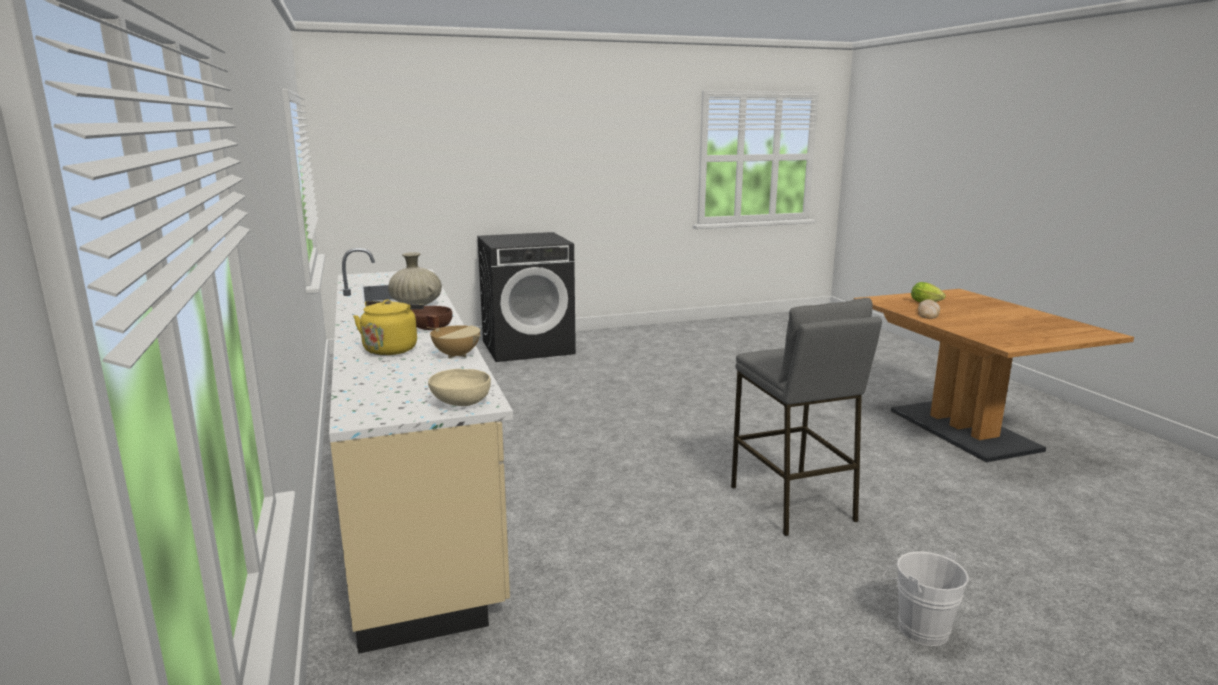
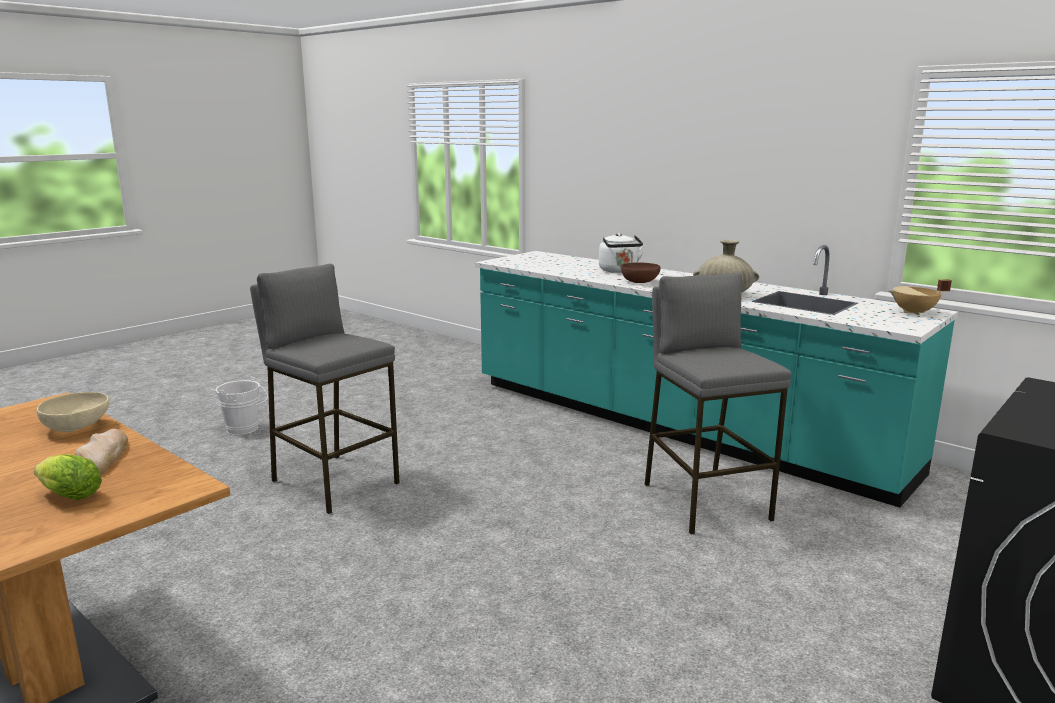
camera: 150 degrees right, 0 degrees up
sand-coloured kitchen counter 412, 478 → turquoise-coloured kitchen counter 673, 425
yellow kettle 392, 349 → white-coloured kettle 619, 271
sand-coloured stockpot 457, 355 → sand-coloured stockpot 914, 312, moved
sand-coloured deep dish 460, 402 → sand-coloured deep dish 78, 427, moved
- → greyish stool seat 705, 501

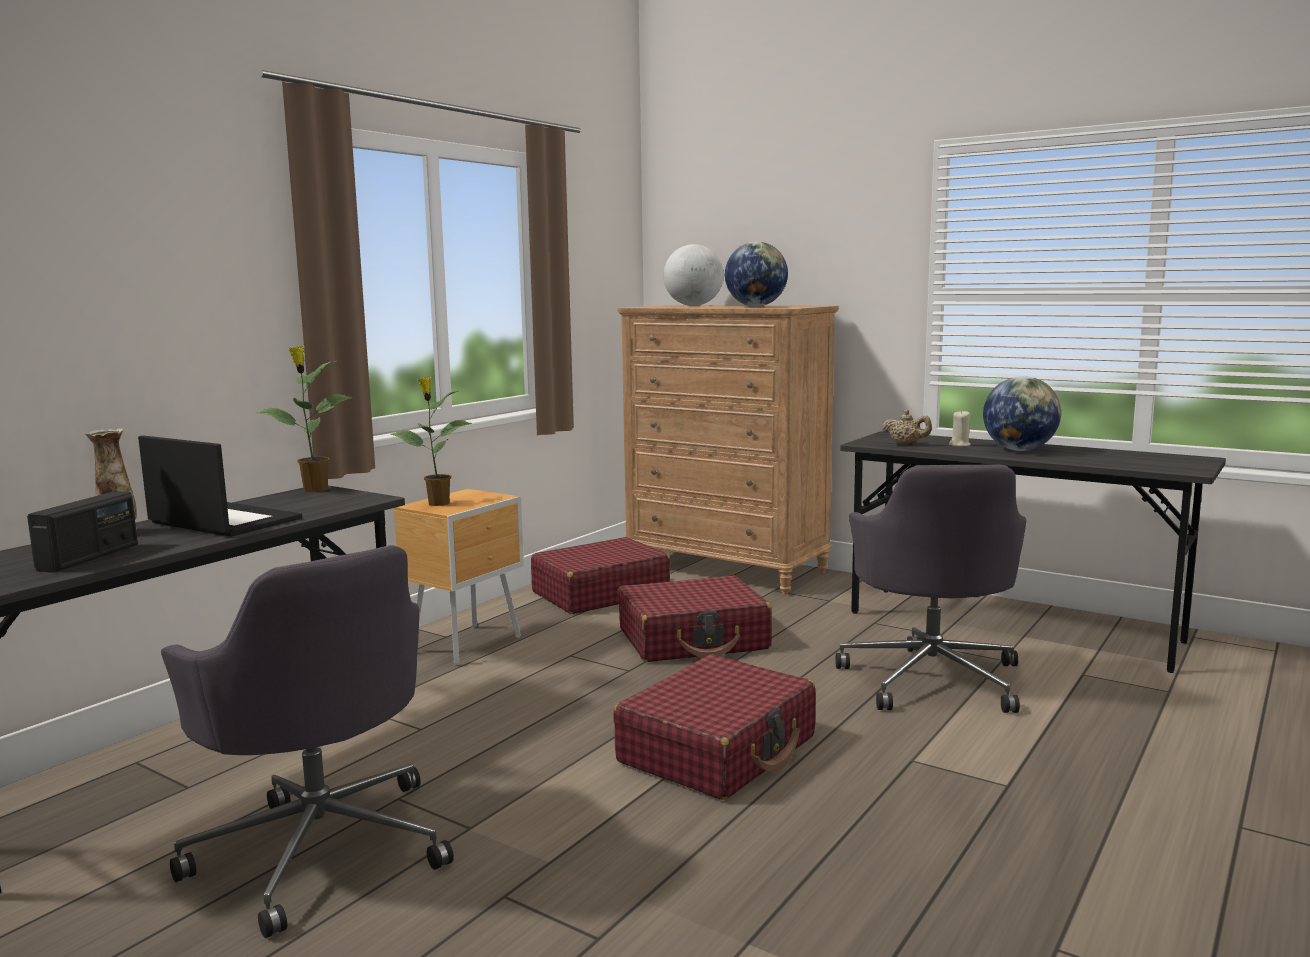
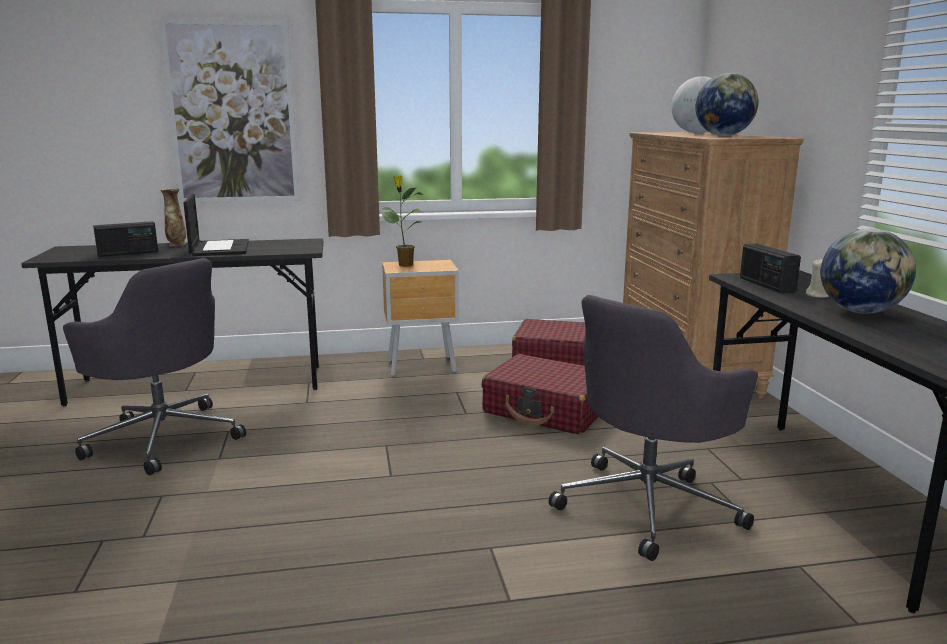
camera: 45 degrees right, 5 degrees up
greyish office chair 321, 846 → greyish office chair 163, 437, 60 degrees counterclockwise
houseplant 314, 490 → -
red-coloured travel case 718, 750 → -
sand-coloured pot for tea 906, 445 → radio set 766, 285
- → wall picture 232, 113

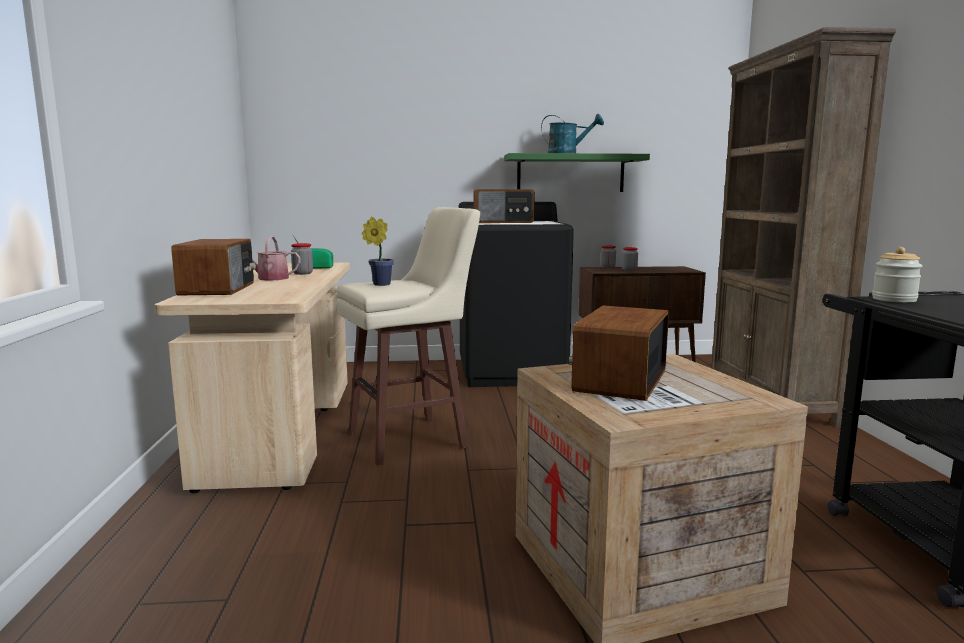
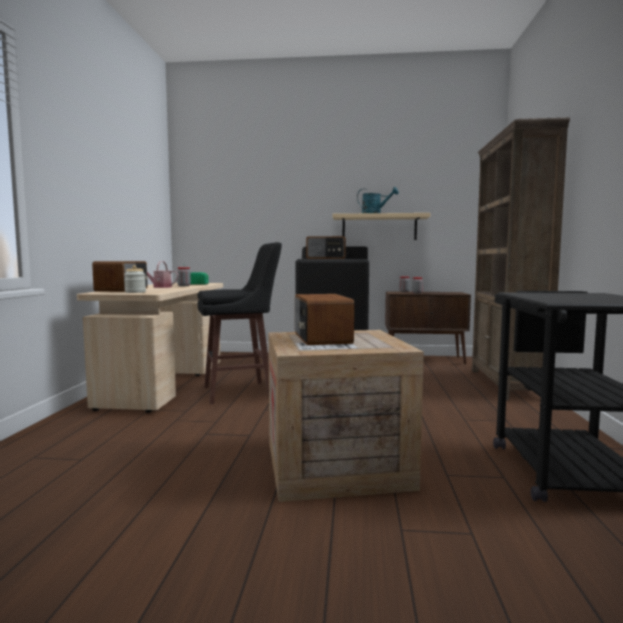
camera: 10 degrees right, 5 degrees down
sand-coloured stool seat 411, 439 → black-coloured stool seat 240, 393
houseplant 379, 284 → -
green-coloured wall shelf 570, 173 → sand-coloured wall shelf 379, 227
radio set 618, 381 → radio set 321, 338, 45 degrees counterclockwise
jar 894, 299 → jar 135, 292, moved

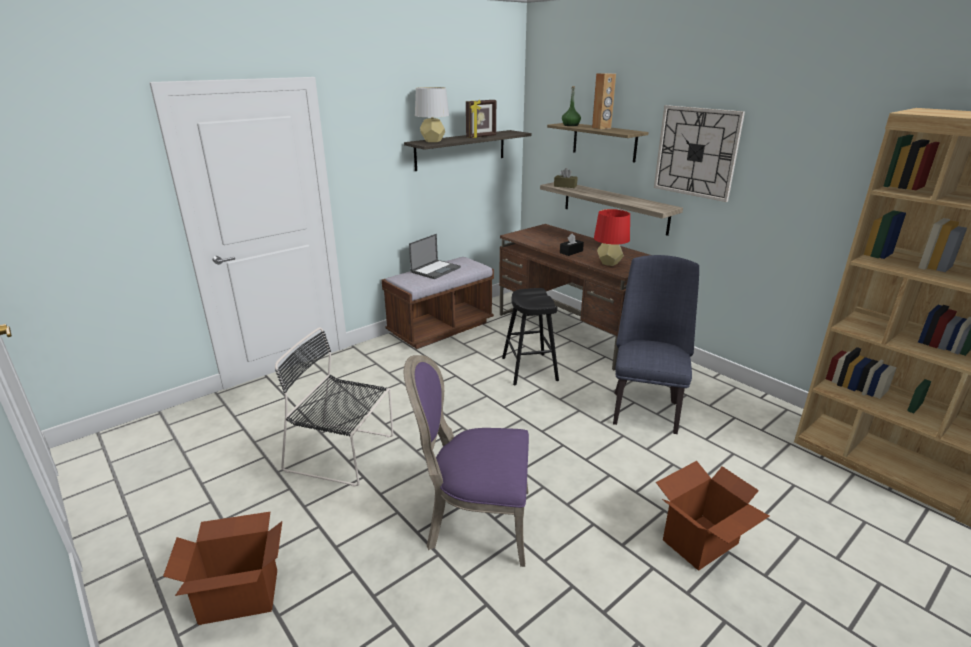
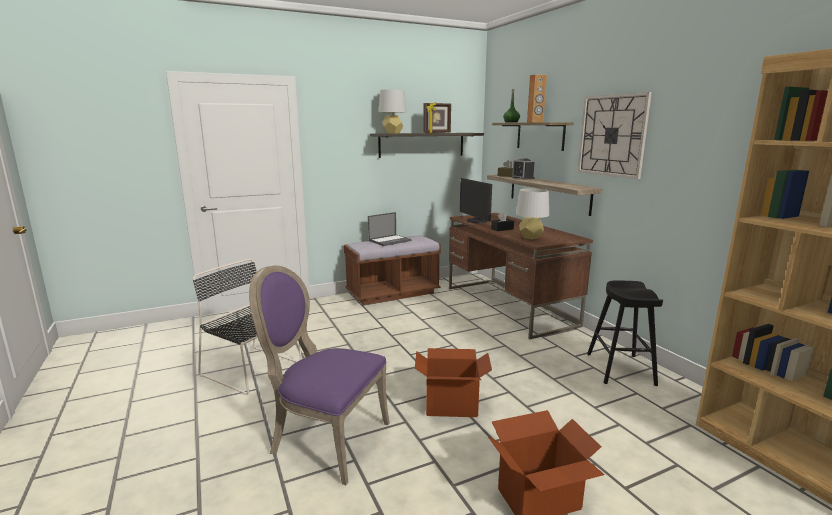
camera: 15 degrees right, 10 degrees down
carton 239, 596 → carton 451, 405, moved
black-coloured stool seat 529, 369 → black-coloured stool seat 620, 369, moved
red-coloured tabletop lamp 609, 263 → greyish tabletop lamp 530, 237
blue-coloured chair 645, 408 → -
- → monitor 476, 221
- → bedside clock 522, 178

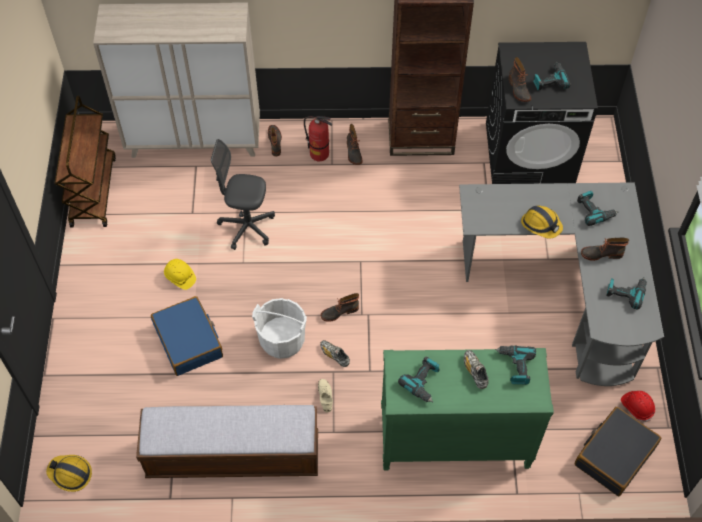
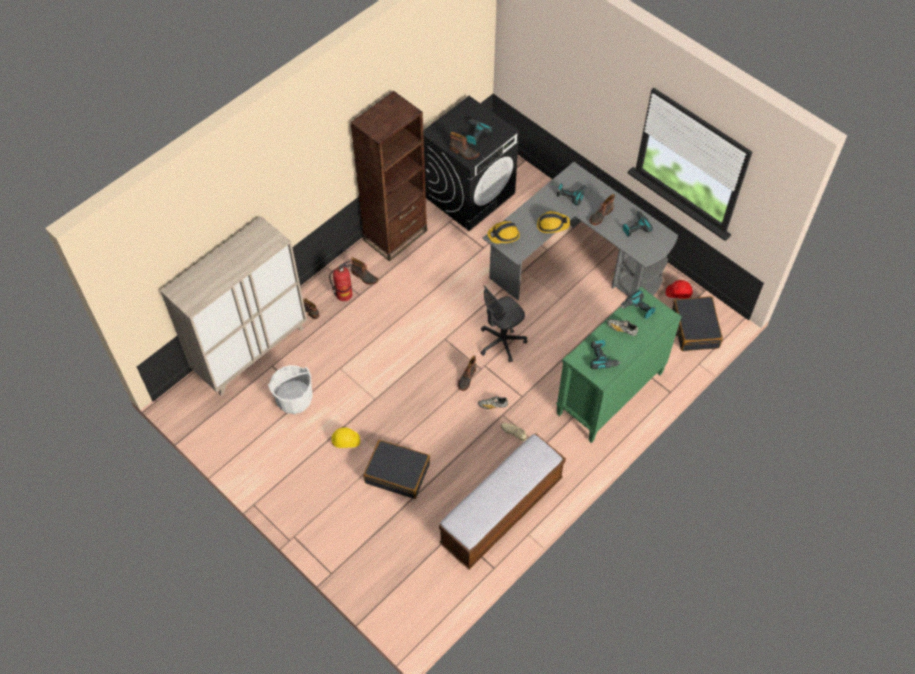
camera: 45 degrees left, 0 degrees up
safety helmet 70, 474 → safety helmet 504, 235, moved
brownish wheeled cart 93, 191 → -
blue-coloured travel case 189, 341 → black-coloured travel case 397, 473
greyish office chair 247, 227 → greyish office chair 501, 342, moved
white-coloured water bucket 282, 340 → white-coloured water bucket 294, 399, moved

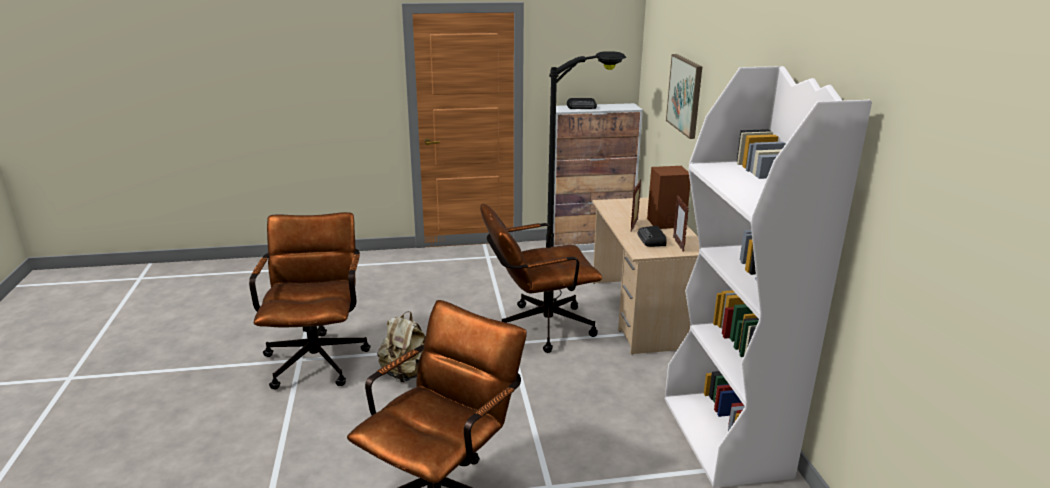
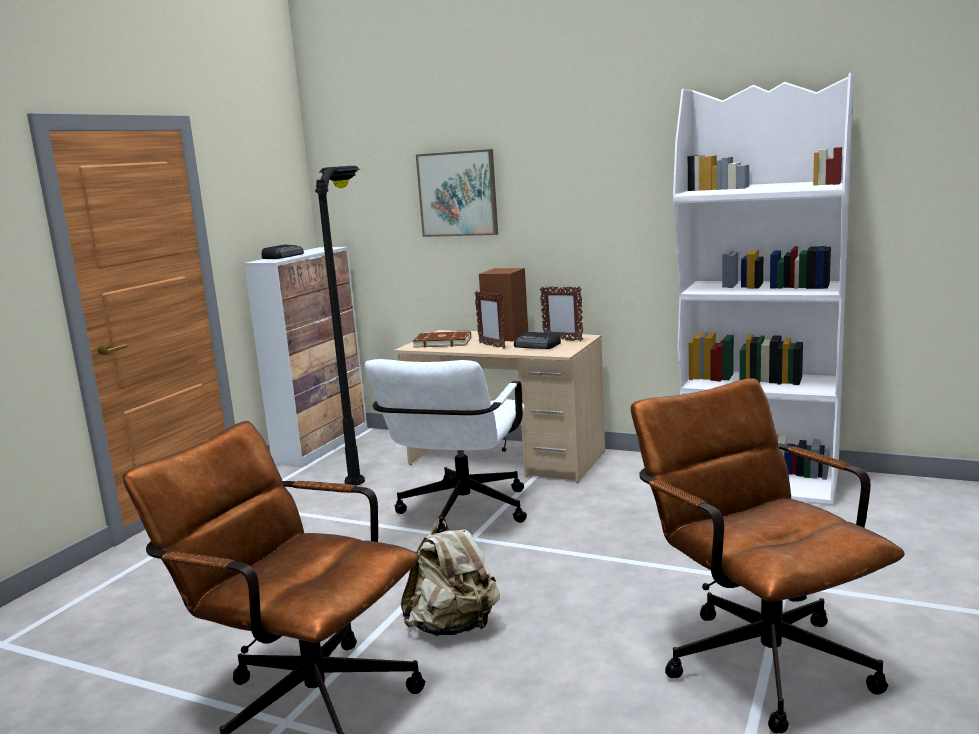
camera: 55 degrees left, 10 degrees down
brownish office chair 538, 327 → white-coloured office chair 460, 515
- → brownish volume 442, 342

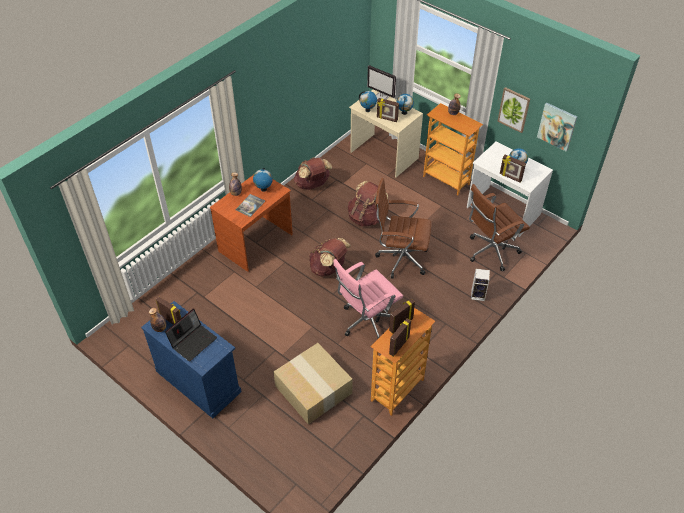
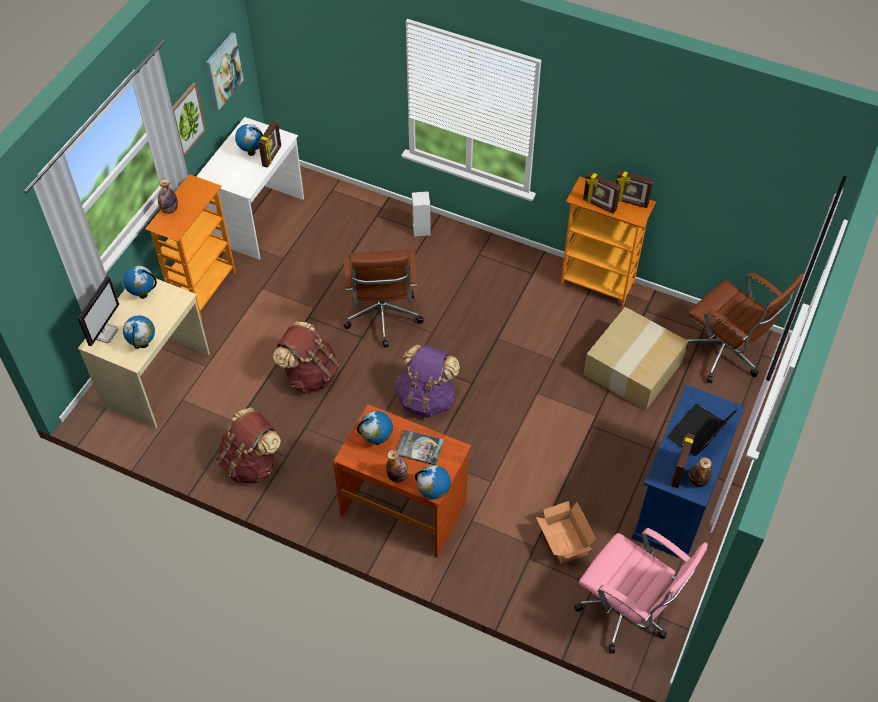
camera: 105 degrees left, 5 degrees up
notebook computer 193, 341 → notebook computer 699, 433, 75 degrees counterclockwise
brownish rucksack 328, 268 → purple rucksack 426, 398
pinkish office chair 366, 322 → pinkish office chair 627, 613, moved
photo frame 387, 119 → -
brownish office chair 490, 252 → brownish office chair 725, 355, moved
- → globe 433, 494
- → carton 563, 542

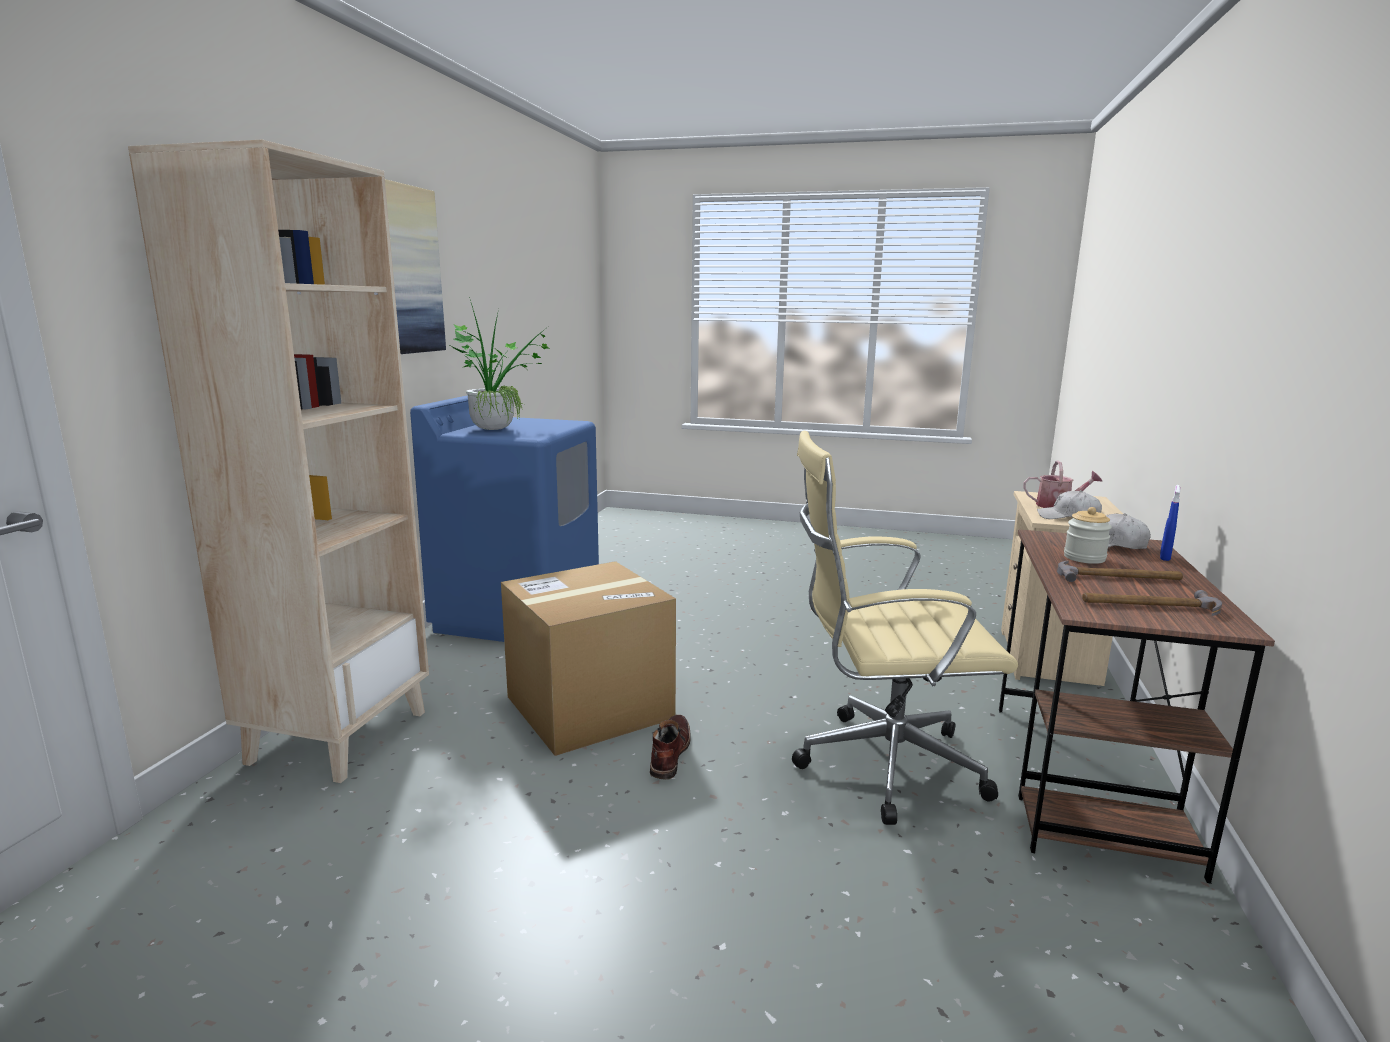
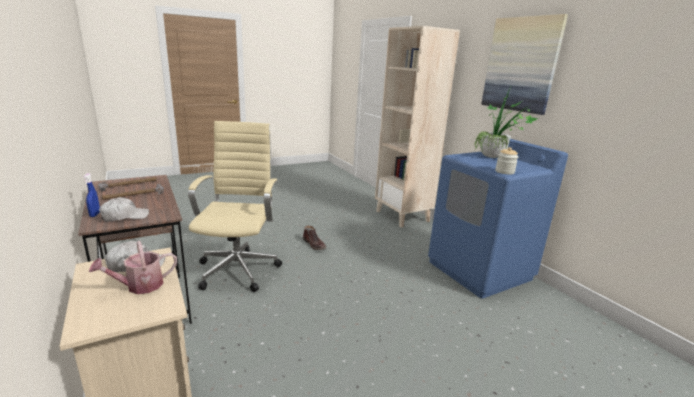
camera: 135 degrees right, 5 degrees up
carton 589, 707 → -
sand-coloured office chair 881, 765 → sand-coloured office chair 239, 268, 45 degrees counterclockwise
jar 1084, 558 → jar 504, 172, moved

